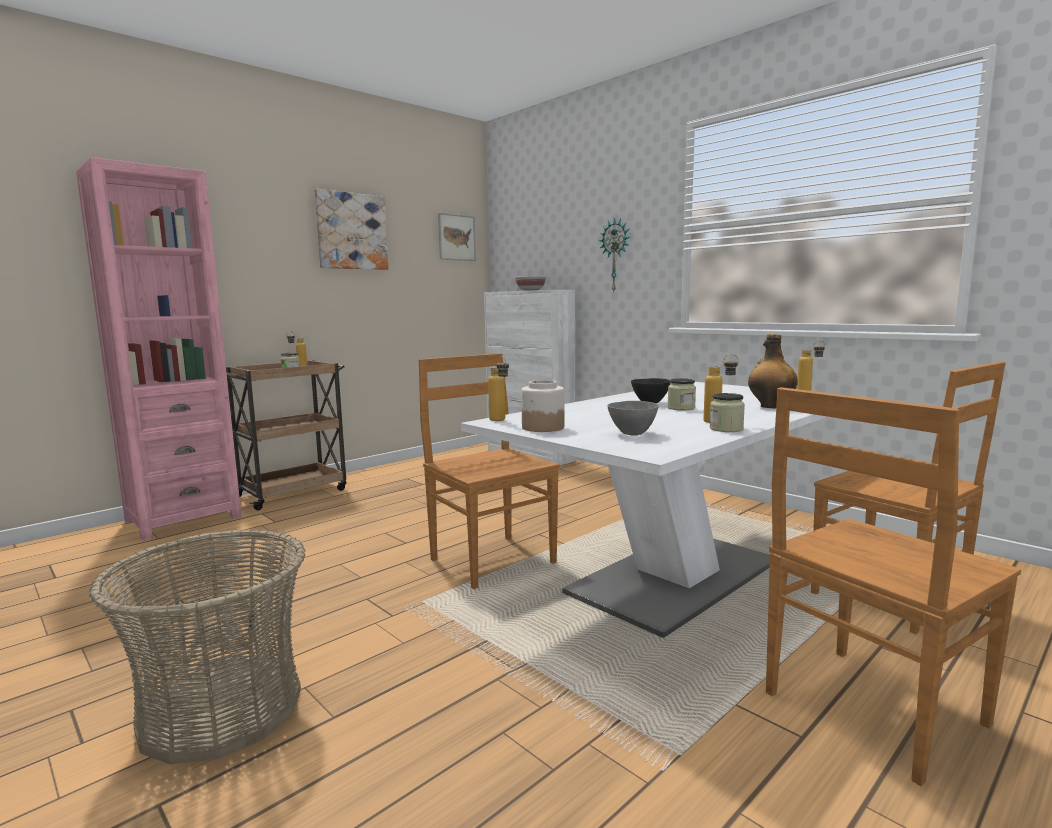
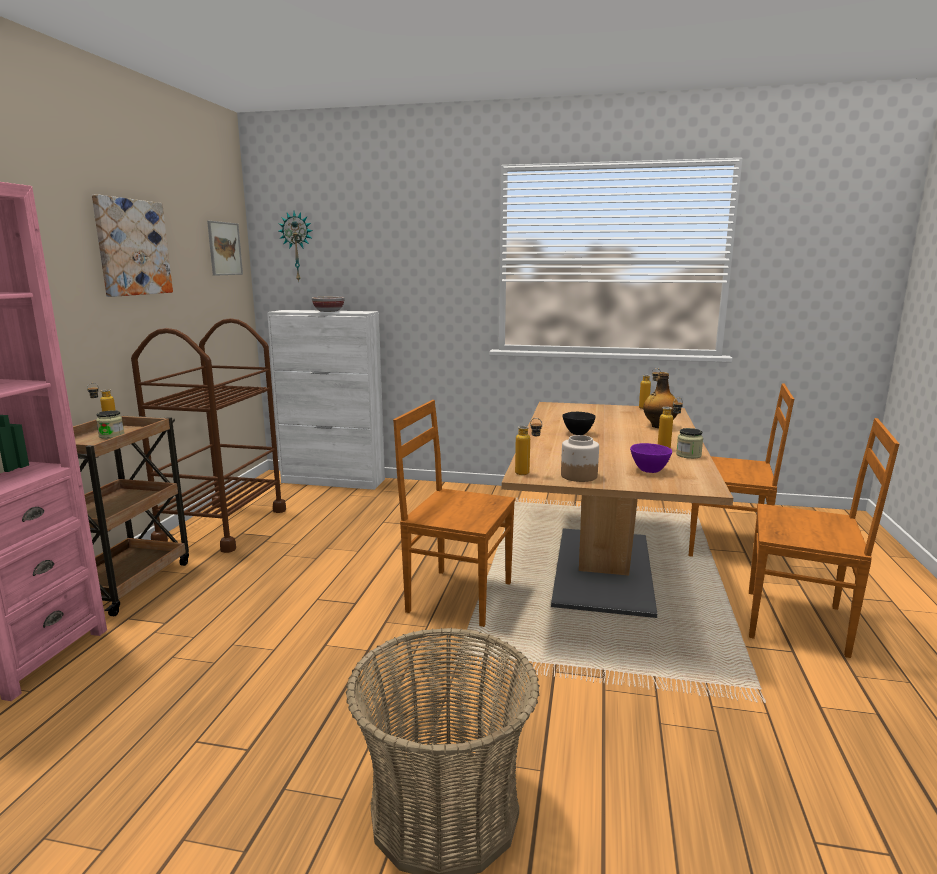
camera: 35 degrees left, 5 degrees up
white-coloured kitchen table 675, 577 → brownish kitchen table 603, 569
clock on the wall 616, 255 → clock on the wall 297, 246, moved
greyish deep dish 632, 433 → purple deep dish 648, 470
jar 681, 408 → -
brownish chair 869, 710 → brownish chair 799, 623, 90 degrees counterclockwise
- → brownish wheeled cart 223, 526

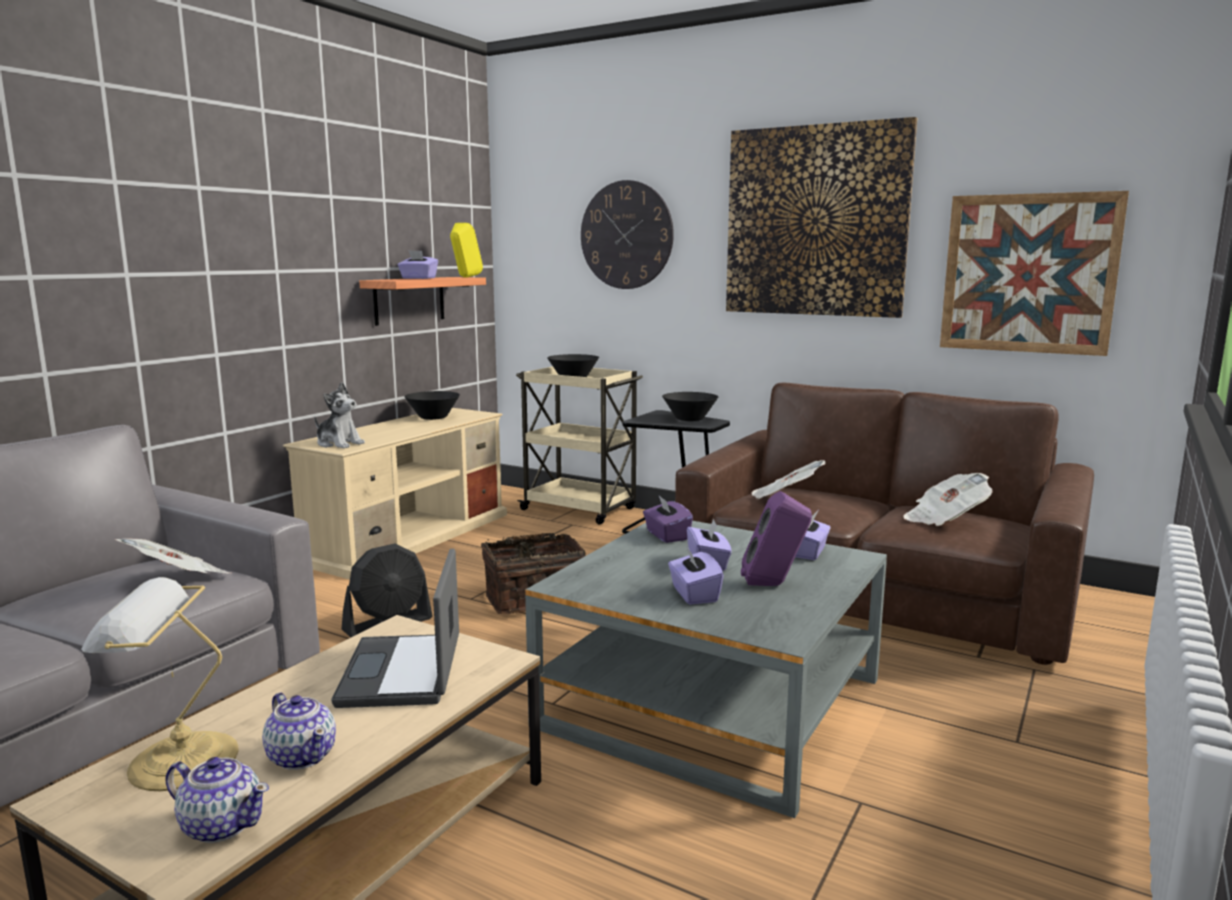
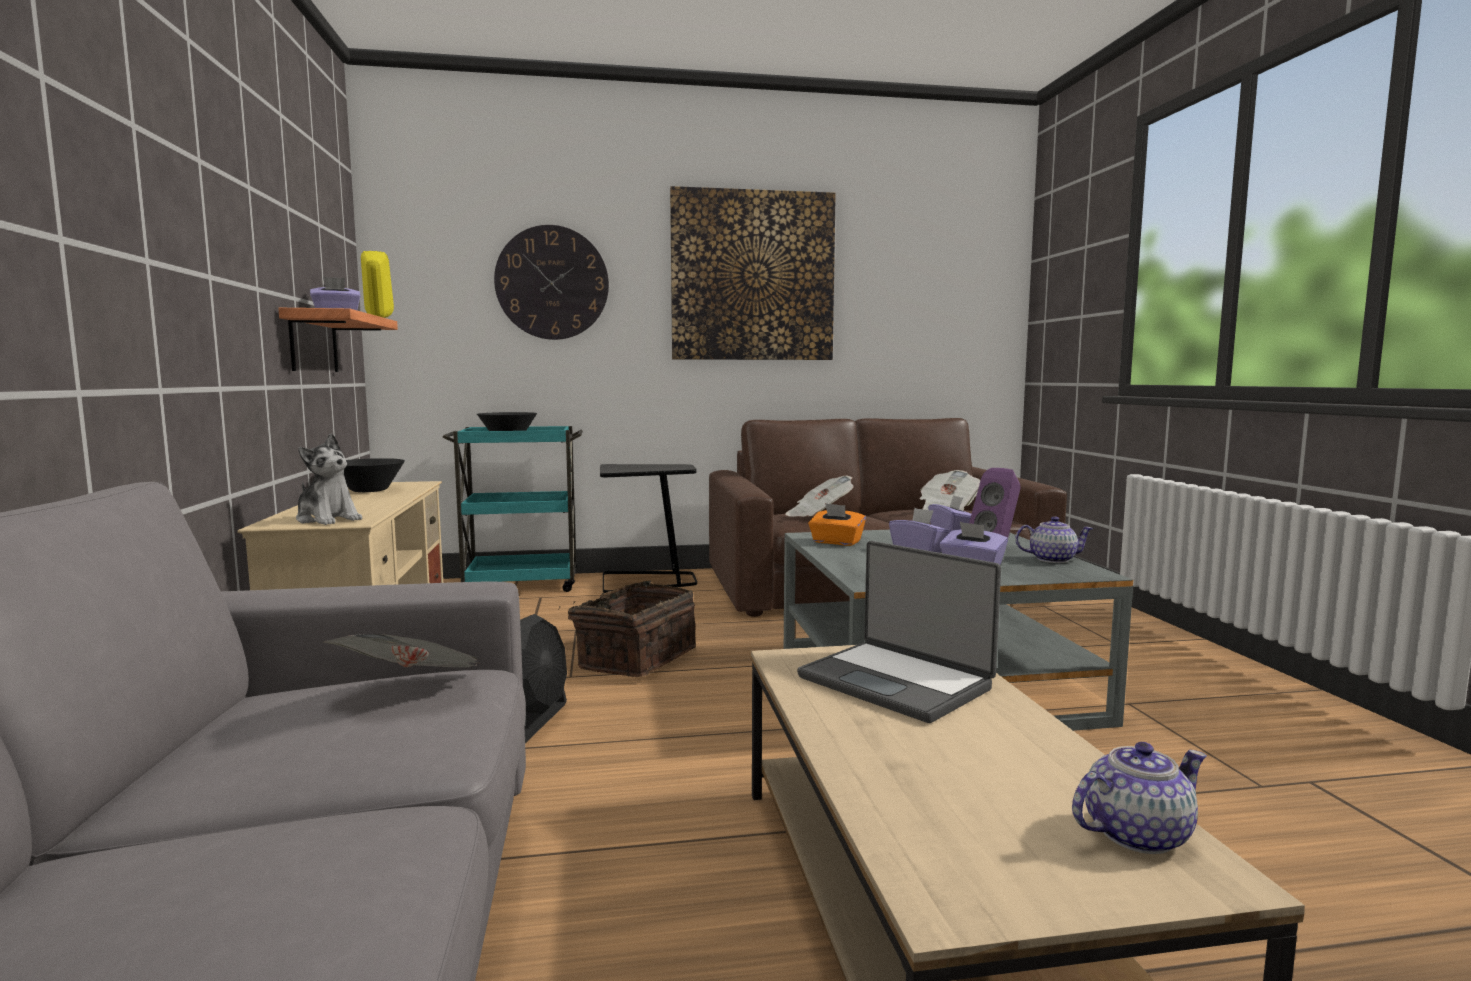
camera: 40 degrees left, 5 degrees down
tabletop lamp 177, 761 → -
pot for tea 302, 756 → pot for tea 1051, 559, moved
cuddly toy 339, 444 → cuddly toy 328, 519, 45 degrees clockwise
sand-coloured wheeled cart 580, 509 → turquoise-coloured wheeled cart 522, 584
purple tissue holder 666, 536 → orange tissue holder 836, 542
black-coloured deep dish 689, 419 → -
wall picture 1028, 273 → -

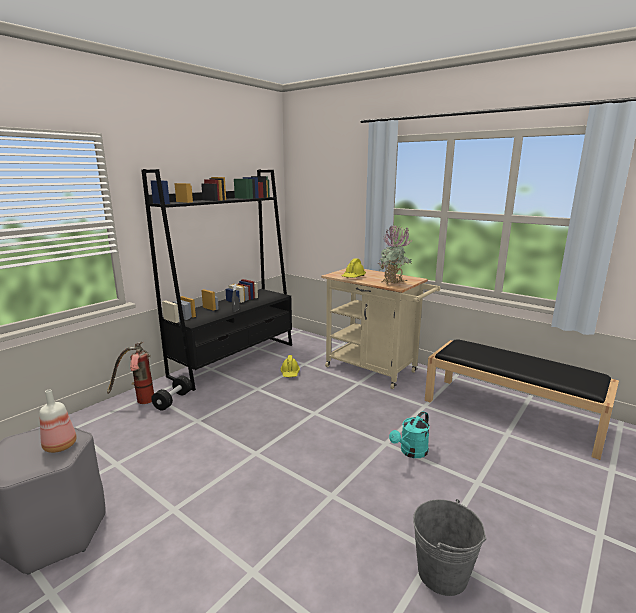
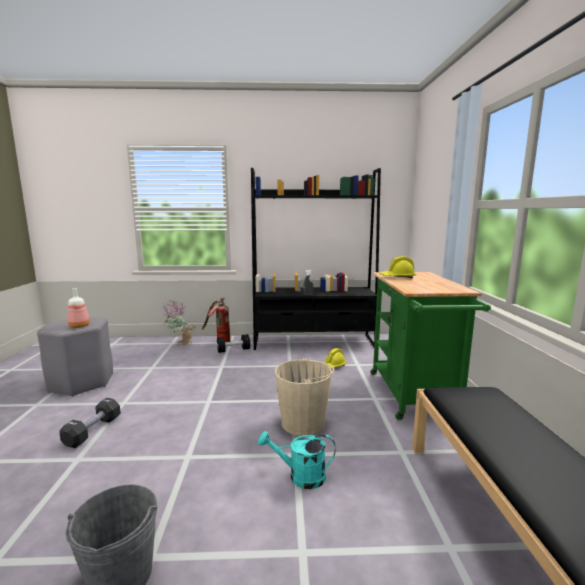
camera: 50 degrees right, 5 degrees down
sand-coloured wheeled cart 375, 370 → green-coloured wheeled cart 414, 397
houseplant 393, 285 → houseplant 180, 345, moved
- → black-coloured dumbbell 93, 431
- → sand-coloured water bucket 303, 423

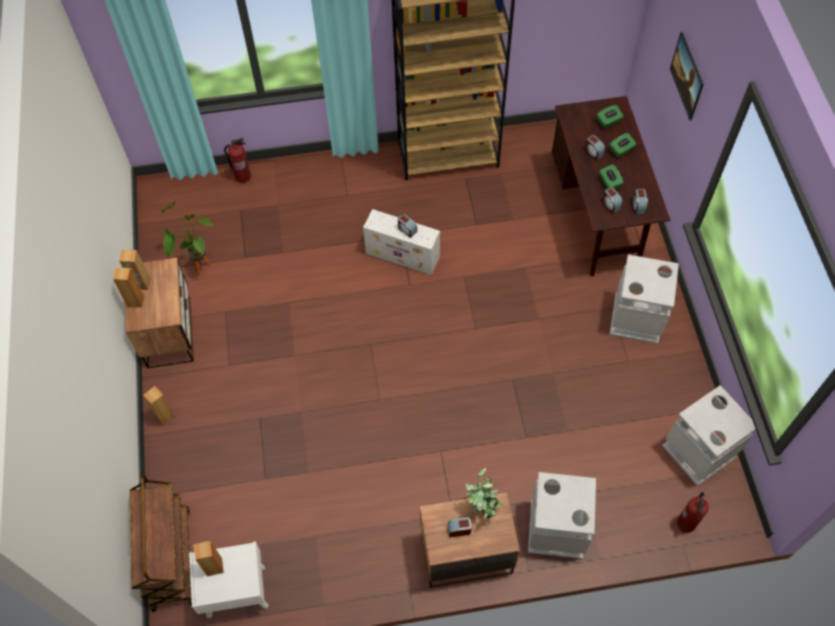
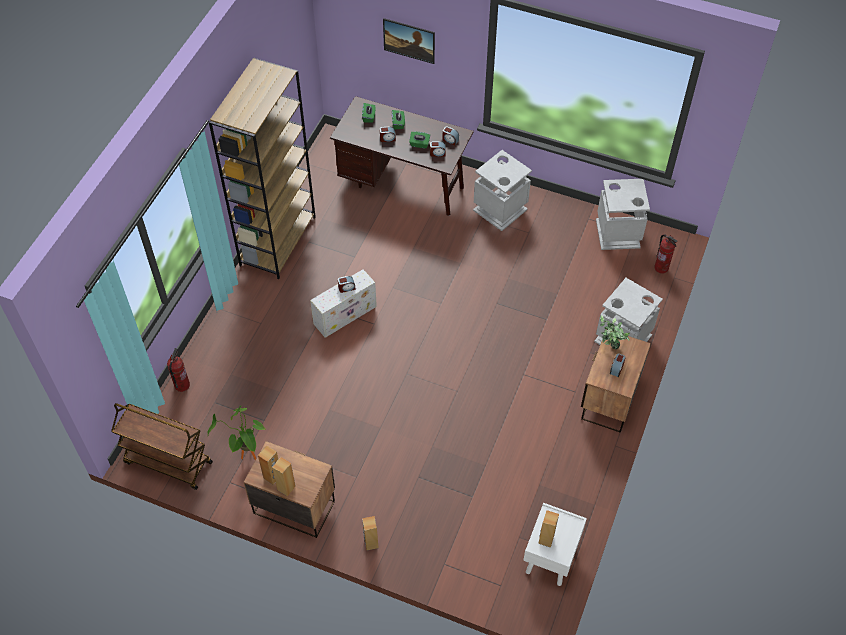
camera: 60 degrees left, 5 degrees down
brownish wheeled cart 170, 558 → brownish wheeled cart 167, 462, moved

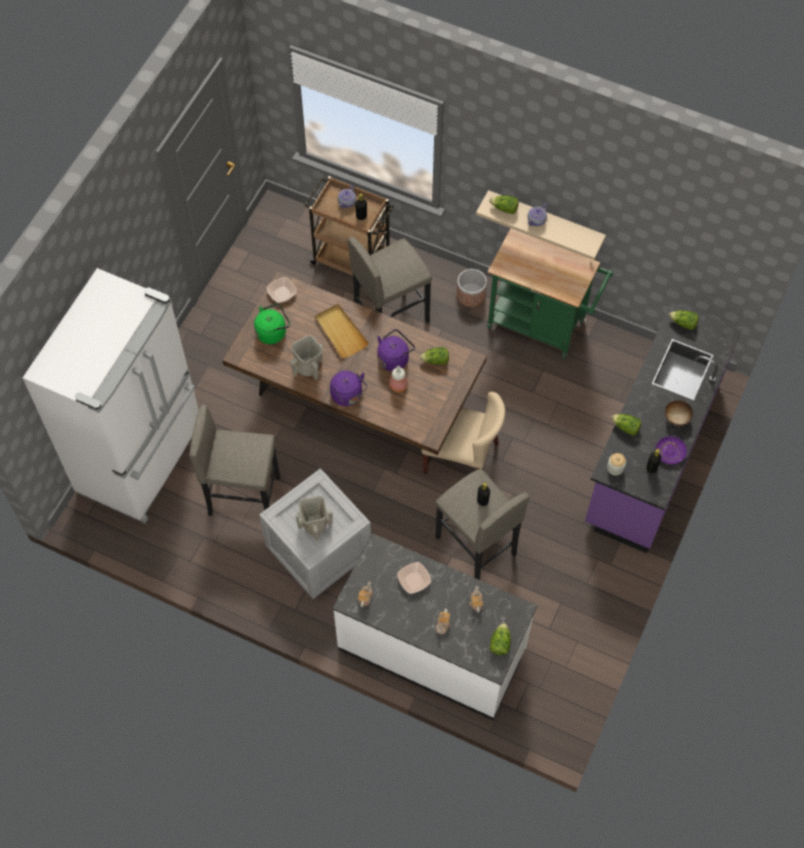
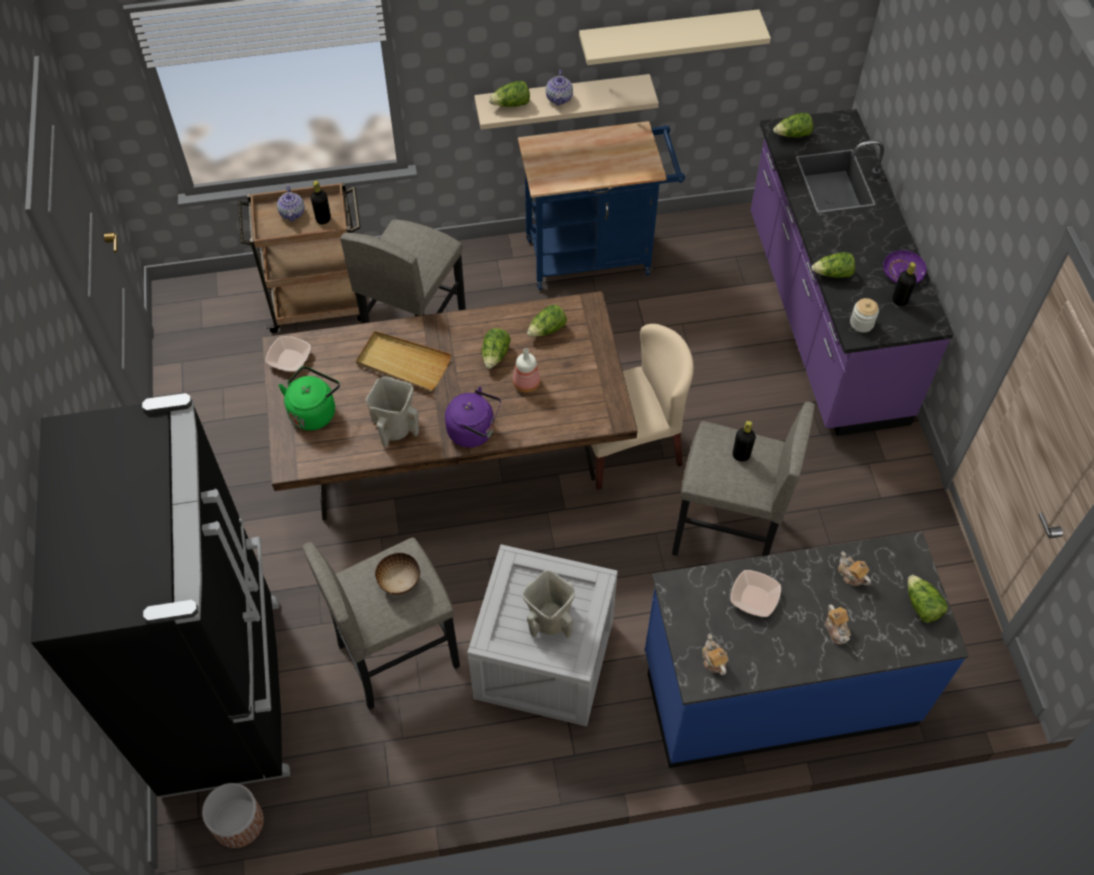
camera: 35 degrees left, 5 degrees down
white-coloured kitchen fridge 143, 459 → black-coloured kitchen fridge 226, 693
white-coloured kitchen counter 432, 648 → blue-coloured kitchen counter 777, 688
purple kettle 394, 358 → lettuce head 495, 355
planter 470, 295 → planter 237, 822, moved
green-coloured wheeled cart 542, 325 → blue-coloured wheeled cart 596, 254
deep dish 677, 418 → deep dish 399, 581, moved
- → sand-coloured wall shelf 668, 37

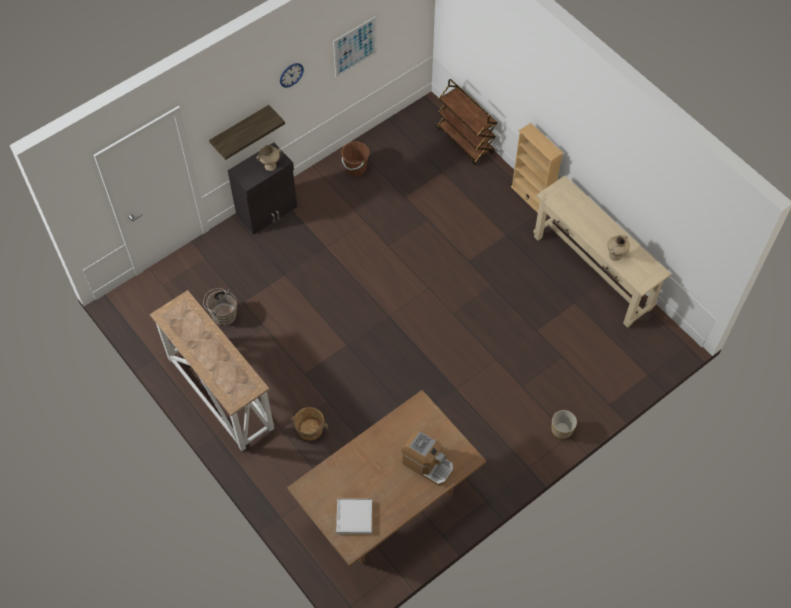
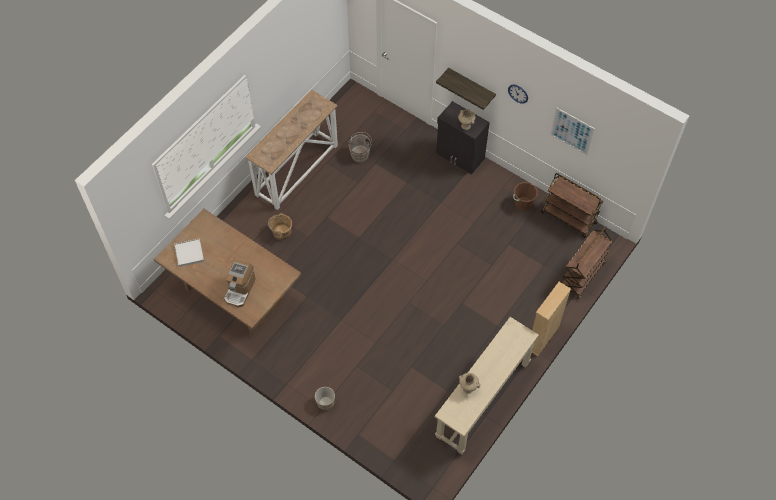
camera: 75 degrees right, 0 degrees up
- → brownish wheeled cart 569, 218

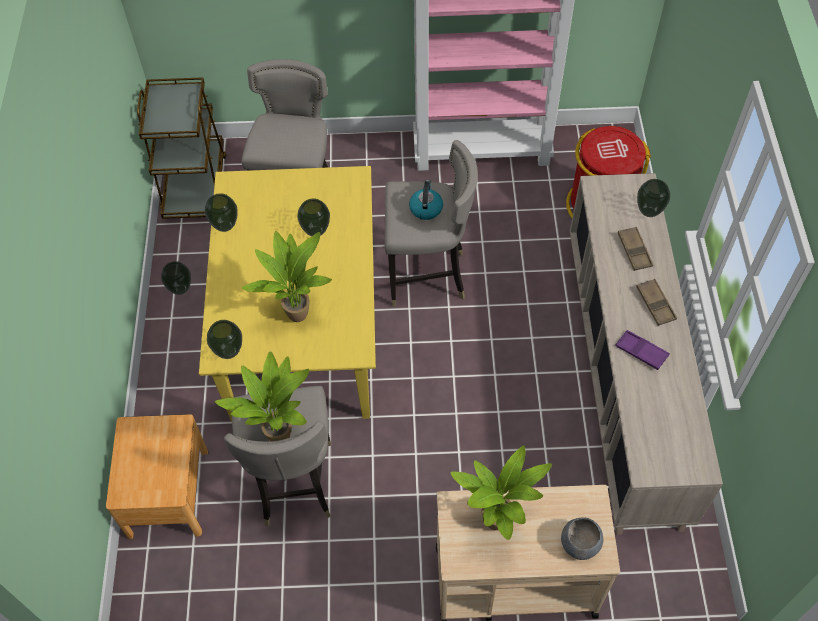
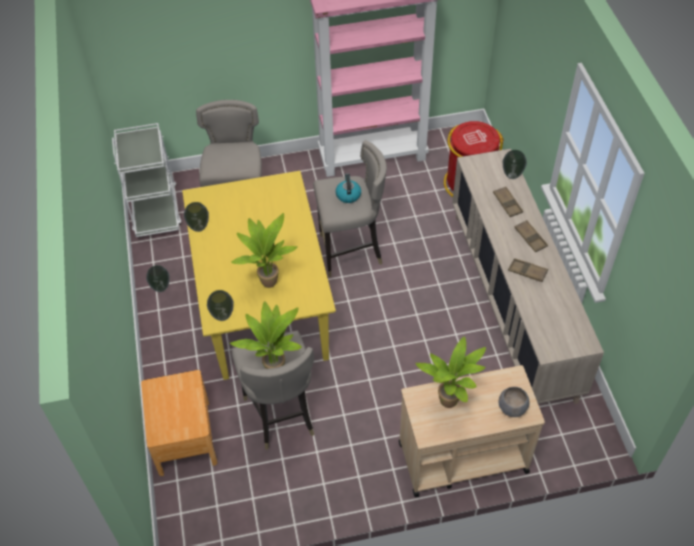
camera: 10 degrees left, 5 degrees down
brownish wheeled cart 195, 185 → white-coloured wheeled cart 155, 210
decorative vase 316, 231 → -
purple carrying tray 641, 352 → brownish carrying tray 527, 272

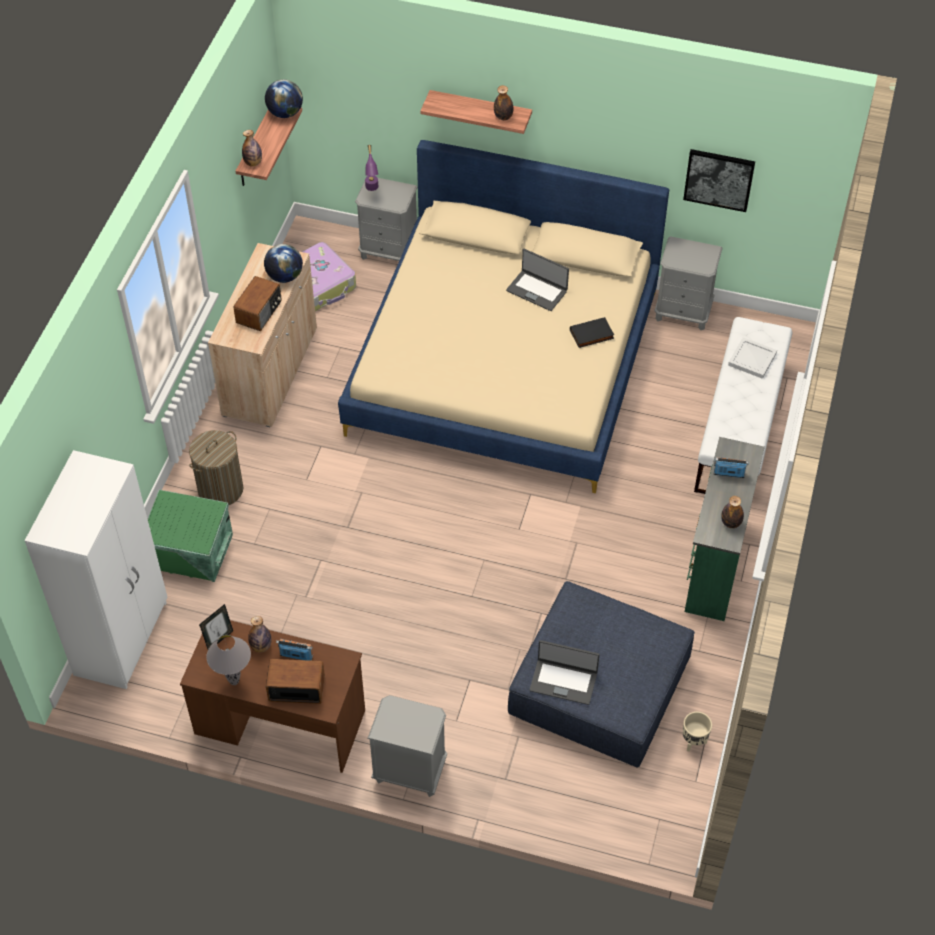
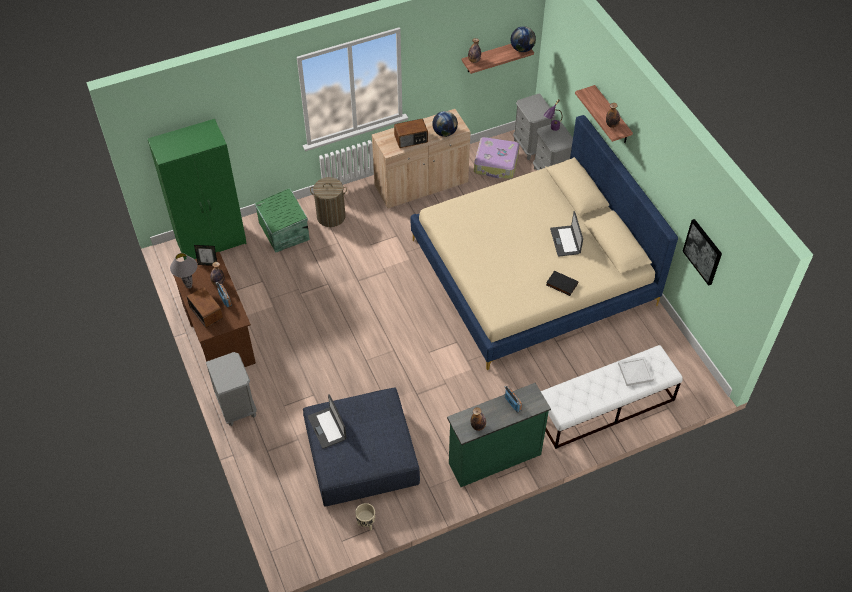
camera: 50 degrees right, 0 degrees up
white-coloured armoire 123, 638 → green-coloured armoire 212, 242
greyish night table 683, 312 → greyish night table 531, 146, moved

